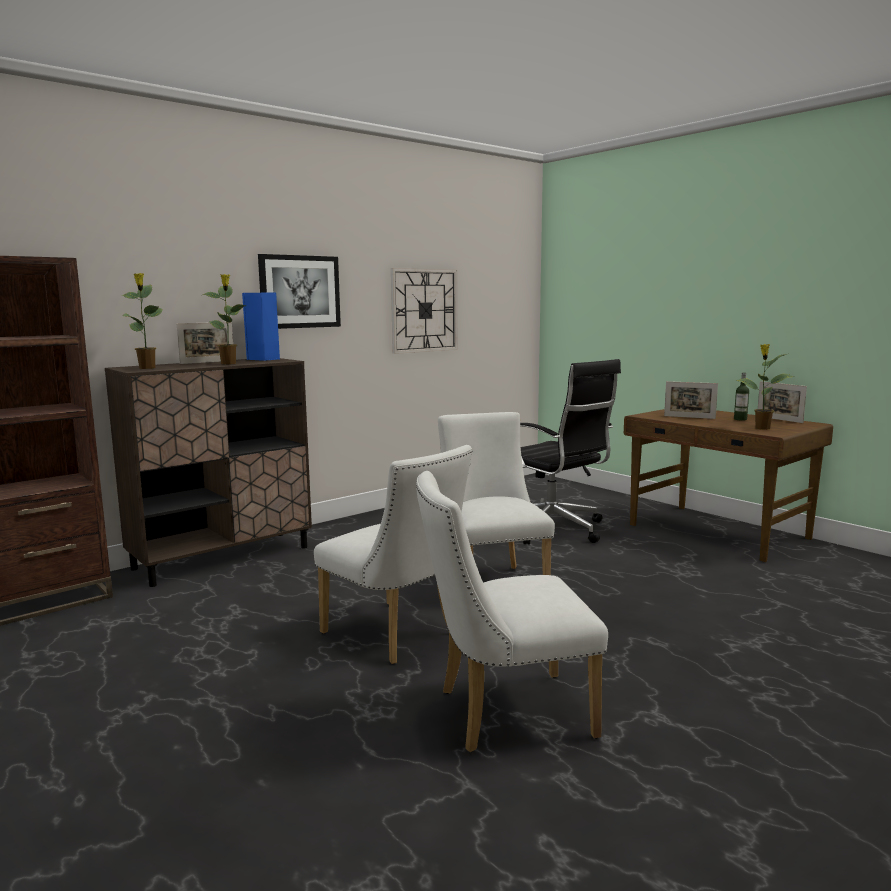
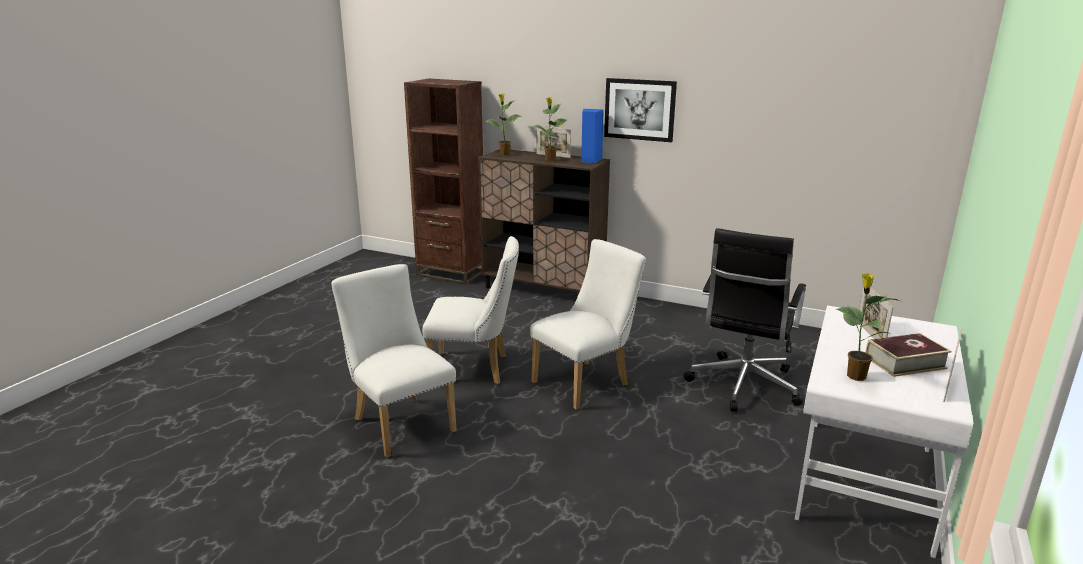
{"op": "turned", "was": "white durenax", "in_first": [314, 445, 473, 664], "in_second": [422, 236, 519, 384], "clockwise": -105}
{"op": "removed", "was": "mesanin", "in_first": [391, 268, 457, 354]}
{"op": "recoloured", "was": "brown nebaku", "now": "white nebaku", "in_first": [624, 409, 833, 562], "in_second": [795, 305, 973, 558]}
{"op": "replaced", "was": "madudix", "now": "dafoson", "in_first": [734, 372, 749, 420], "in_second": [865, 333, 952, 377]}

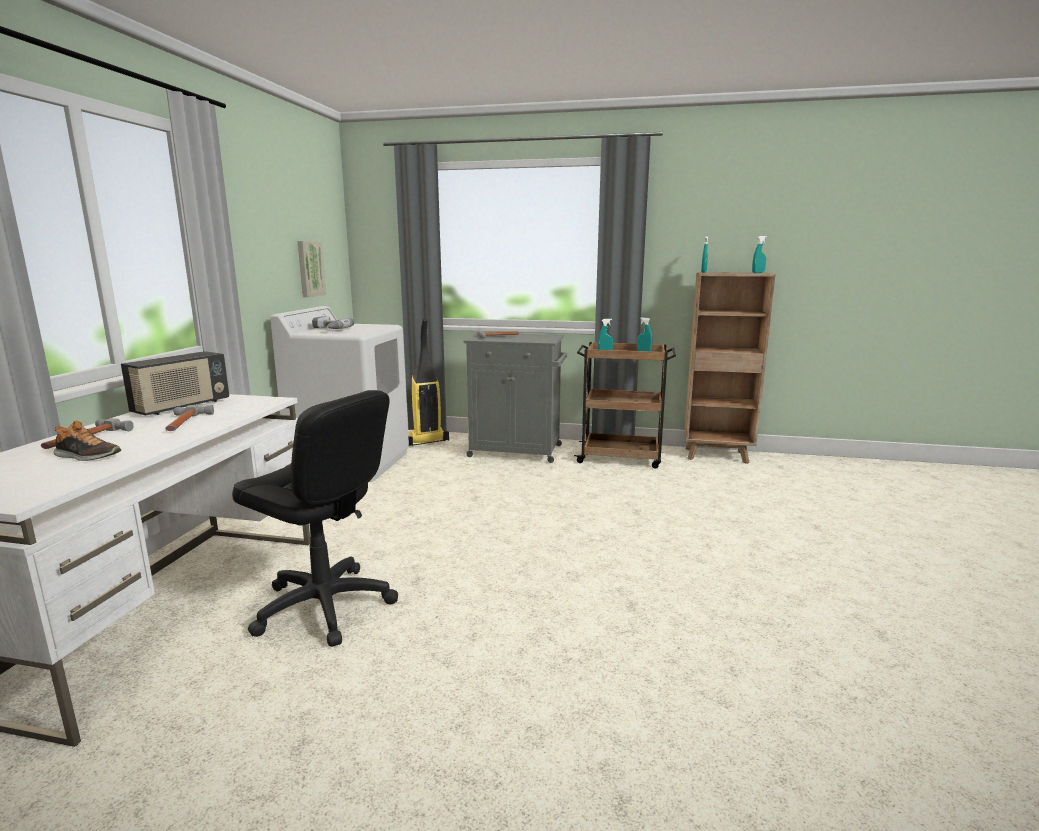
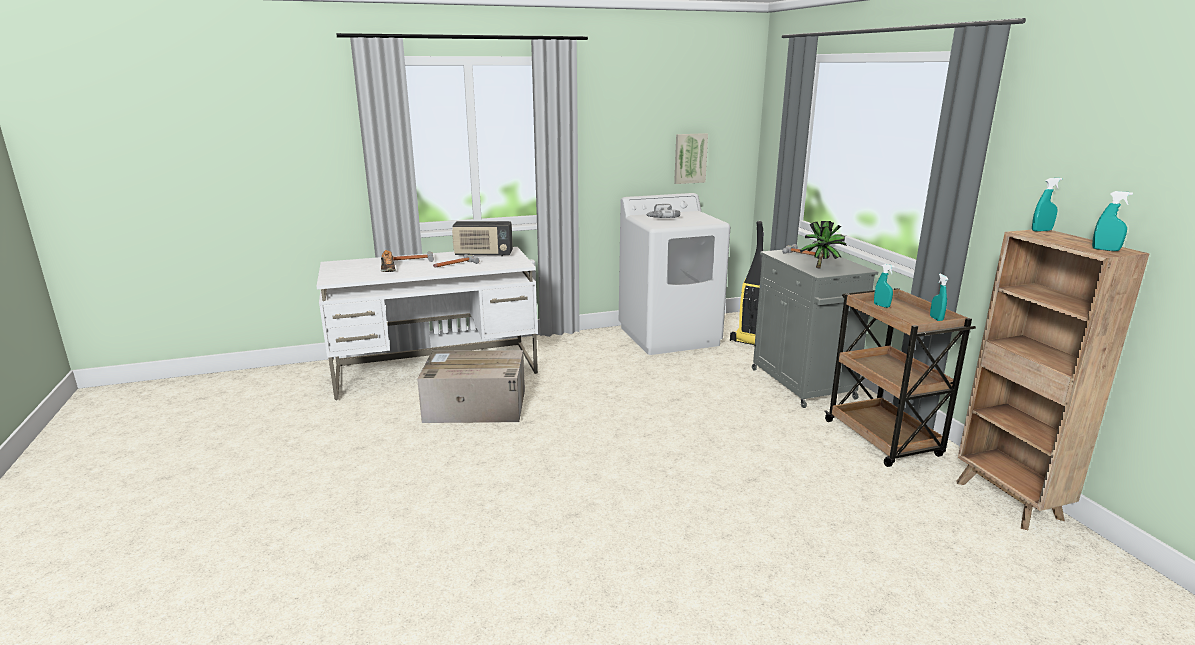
{"op": "replaced", "was": "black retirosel", "now": "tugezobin", "in_first": [232, 390, 398, 647], "in_second": [417, 350, 525, 423]}
{"op": "added", "now": "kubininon", "in_second": [800, 221, 847, 269]}

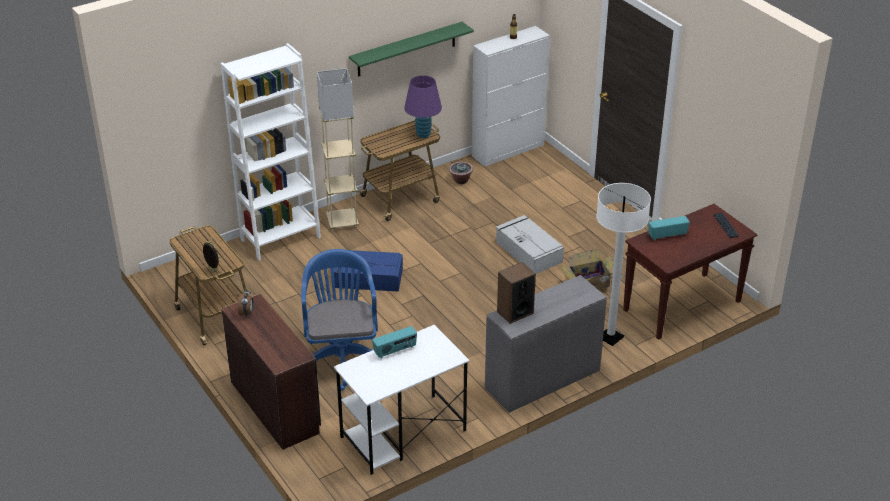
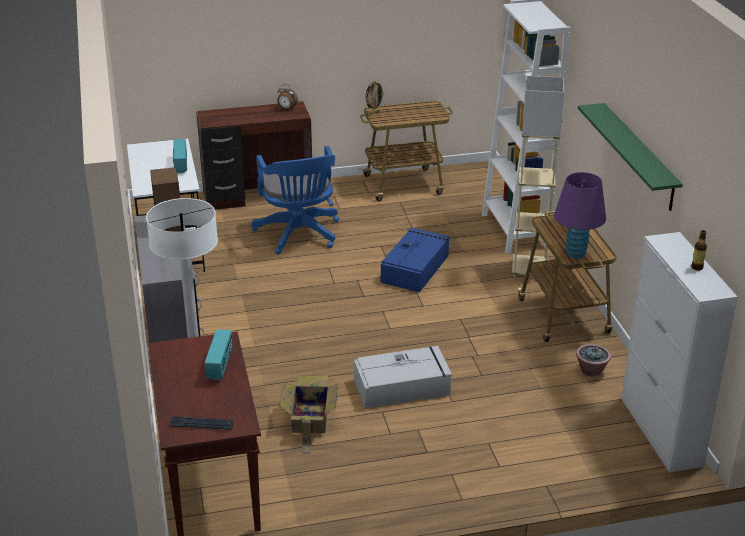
{"op": "turned", "was": "blue retirosel", "in_first": [301, 249, 378, 391], "in_second": [252, 146, 339, 254], "clockwise": 60}

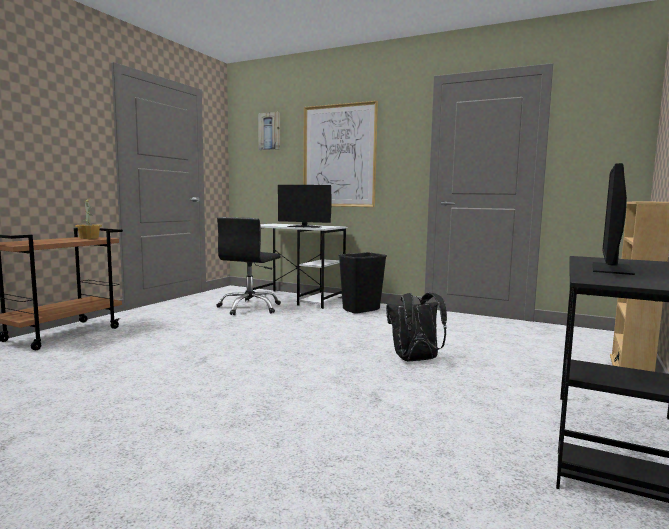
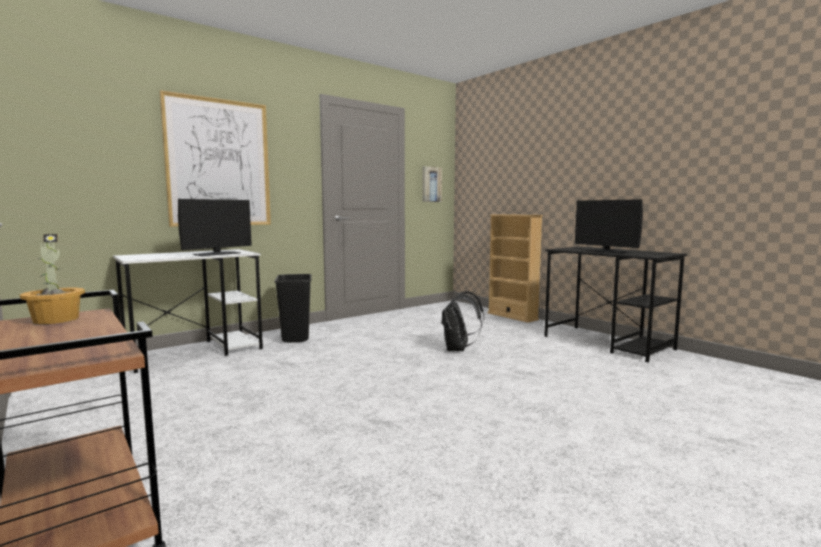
{"op": "removed", "was": "black retirosel", "in_first": [217, 217, 281, 315]}
{"op": "moved", "was": "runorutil", "in_first": [258, 112, 280, 150], "in_second": [422, 166, 442, 202]}

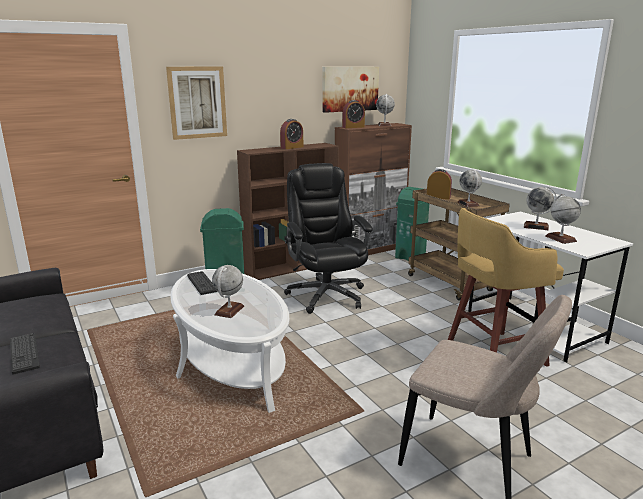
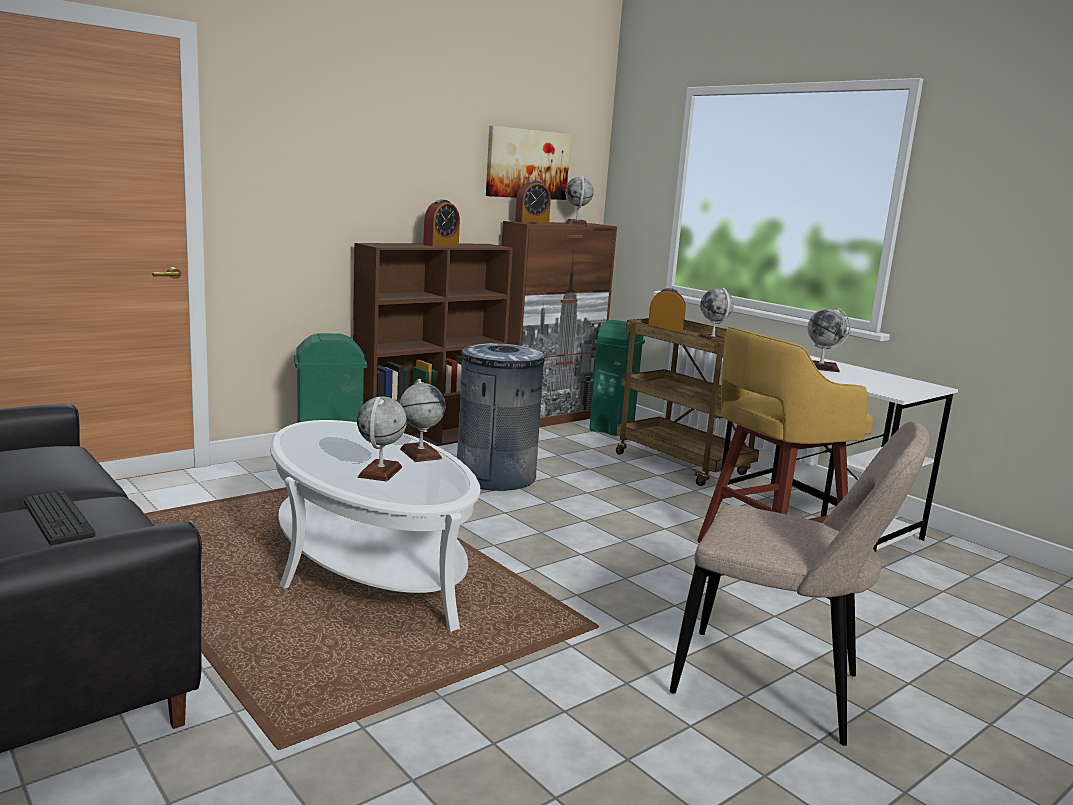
{"op": "removed", "was": "runorutil", "in_first": [166, 66, 227, 140]}
{"op": "removed", "was": "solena", "in_first": [187, 271, 217, 295]}
{"op": "replaced", "was": "black retirosel", "now": "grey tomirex", "in_first": [284, 163, 373, 314], "in_second": [457, 343, 545, 491]}
{"op": "moved", "was": "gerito", "in_first": [545, 194, 581, 244], "in_second": [400, 379, 445, 462]}

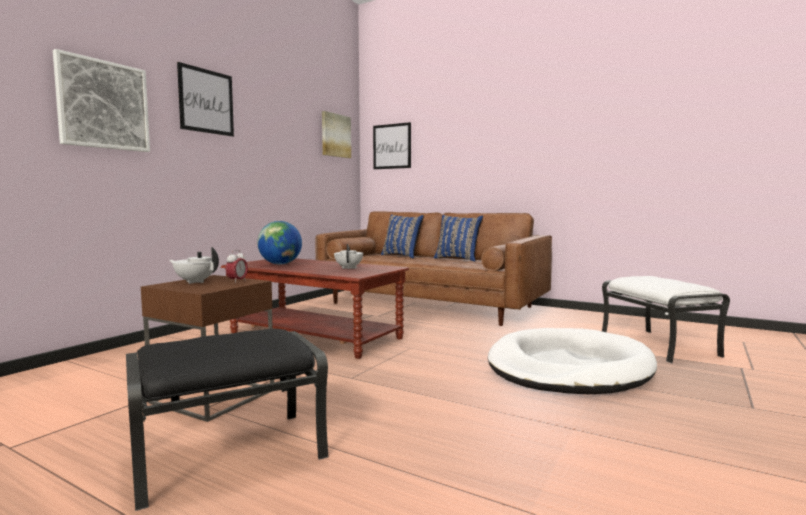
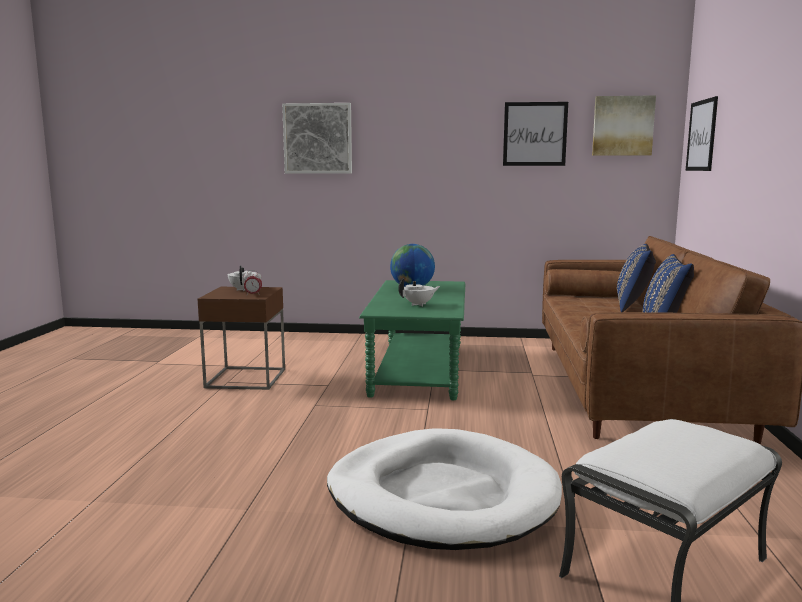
{"op": "removed", "was": "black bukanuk", "in_first": [126, 329, 329, 511]}
{"op": "moved", "was": "runorutil", "in_first": [177, 62, 234, 136], "in_second": [503, 102, 568, 166]}
{"op": "recoloured", "was": "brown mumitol", "now": "green mumitol", "in_first": [221, 258, 409, 359], "in_second": [359, 280, 465, 400]}

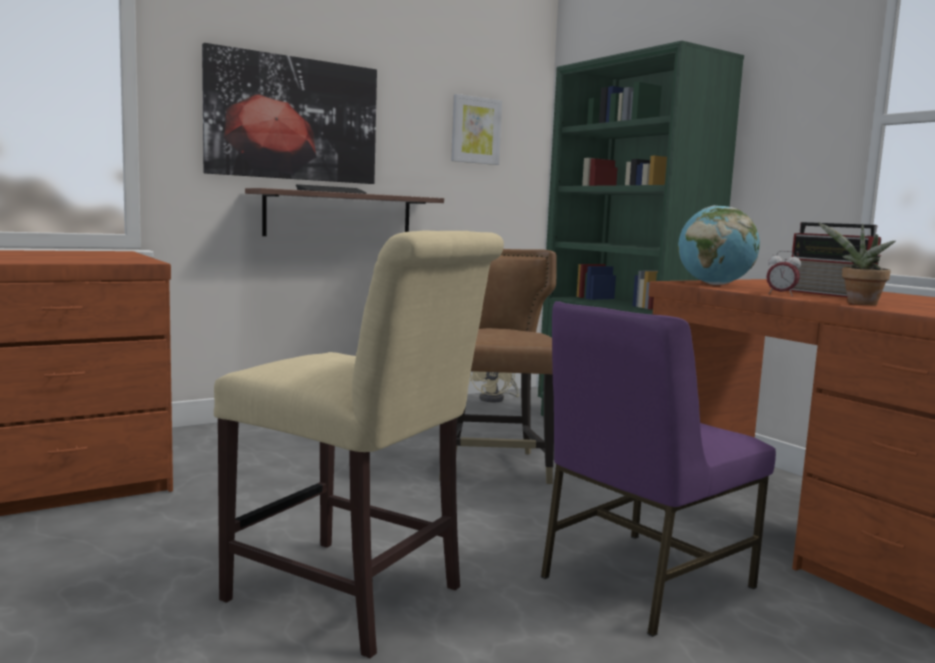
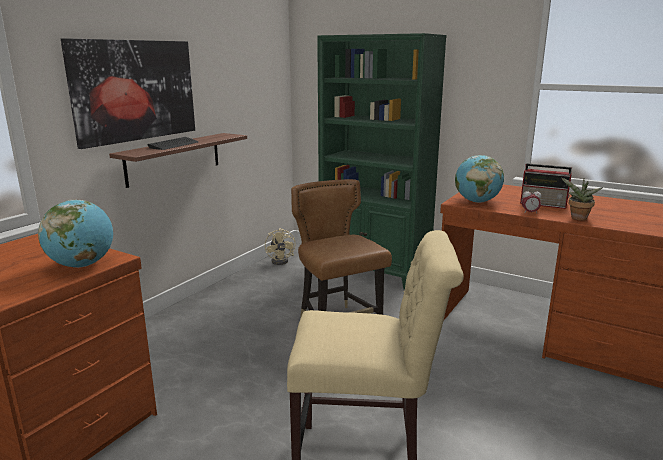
{"op": "removed", "was": "runorutil", "in_first": [451, 94, 502, 165]}
{"op": "removed", "was": "purple durenax", "in_first": [541, 301, 776, 637]}
{"op": "added", "now": "gerito", "in_second": [38, 200, 113, 268]}

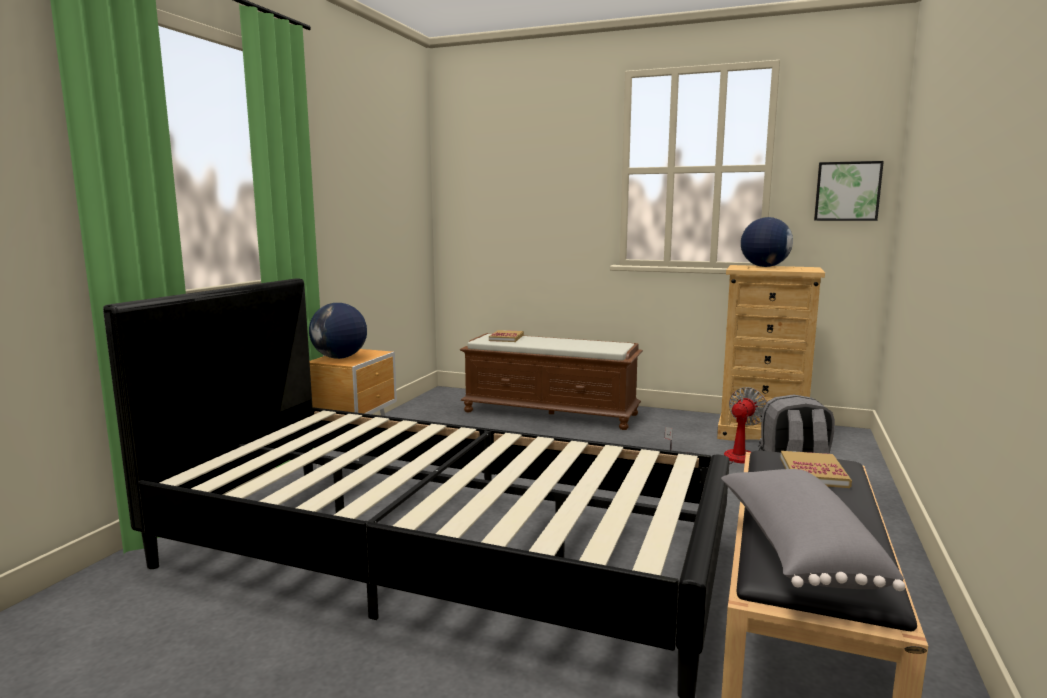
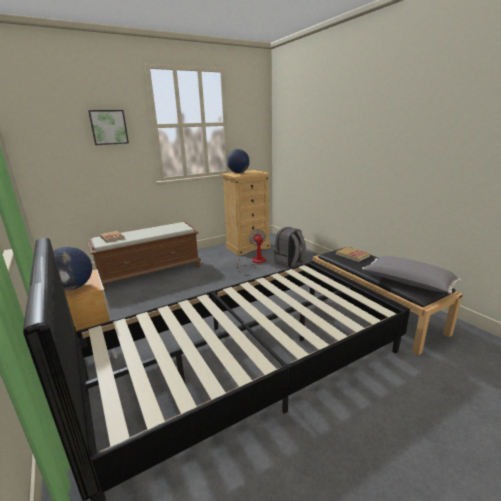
{"op": "moved", "was": "runorutil", "in_first": [814, 161, 884, 221], "in_second": [88, 110, 129, 145]}

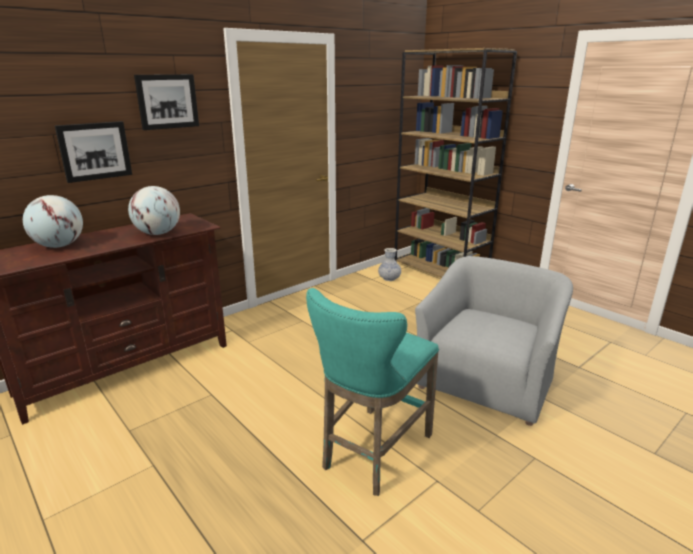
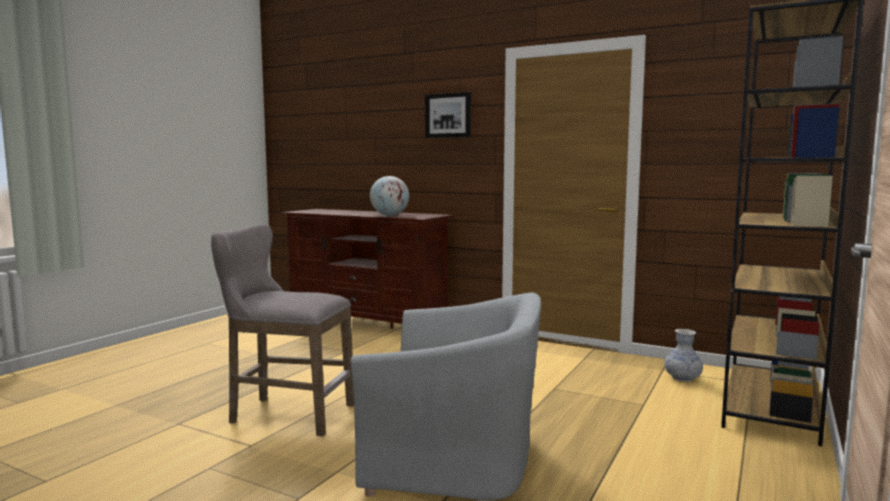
{"op": "removed", "was": "gerito", "in_first": [23, 195, 83, 248]}
{"op": "removed", "was": "runorutil", "in_first": [55, 121, 132, 183]}
{"op": "recoloured", "was": "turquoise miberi", "now": "grey miberi", "in_first": [306, 288, 439, 496], "in_second": [211, 224, 354, 436]}

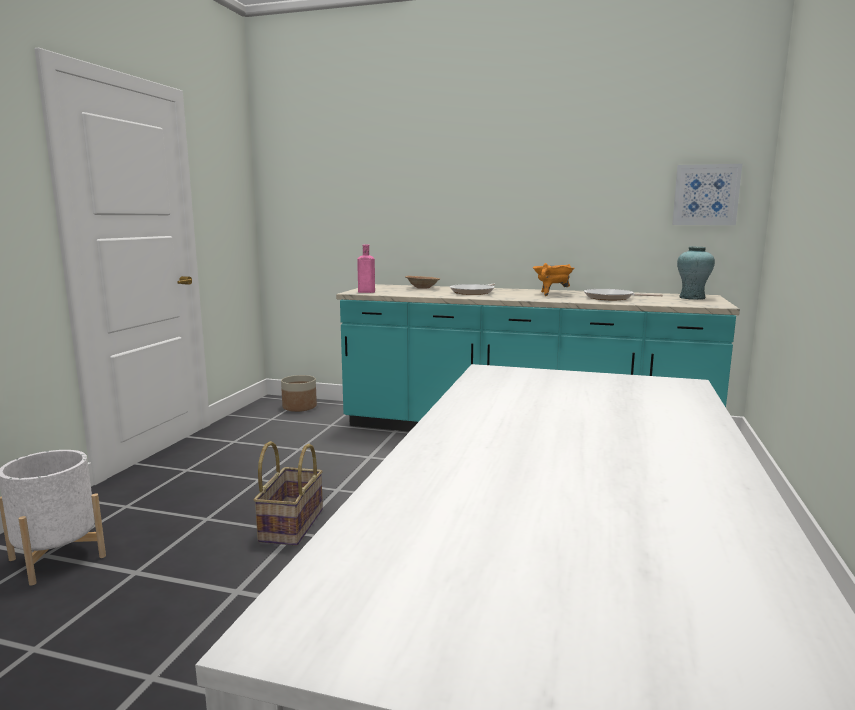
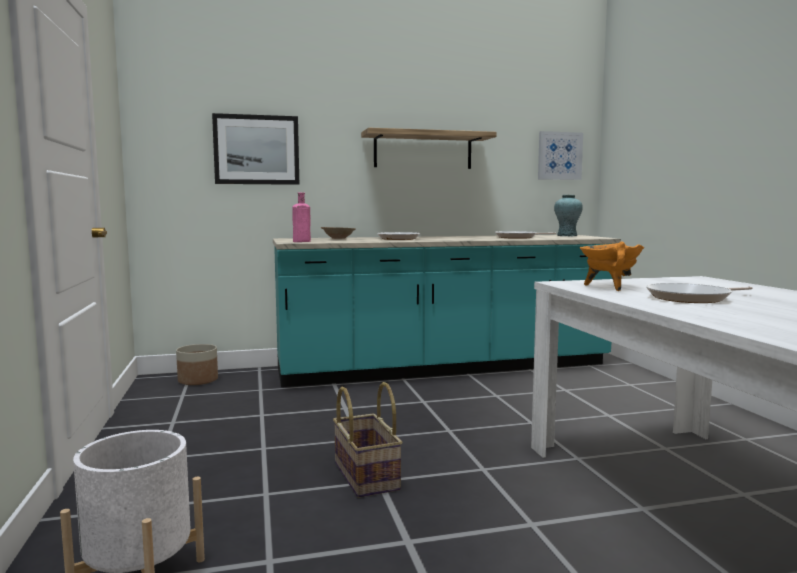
{"op": "moved", "was": "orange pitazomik", "in_first": [533, 263, 574, 296], "in_second": [580, 241, 644, 291]}
{"op": "added", "now": "runorutil", "in_second": [212, 113, 299, 185]}
{"op": "added", "now": "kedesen", "in_second": [361, 128, 497, 169]}
{"op": "added", "now": "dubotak", "in_second": [646, 283, 753, 303]}

